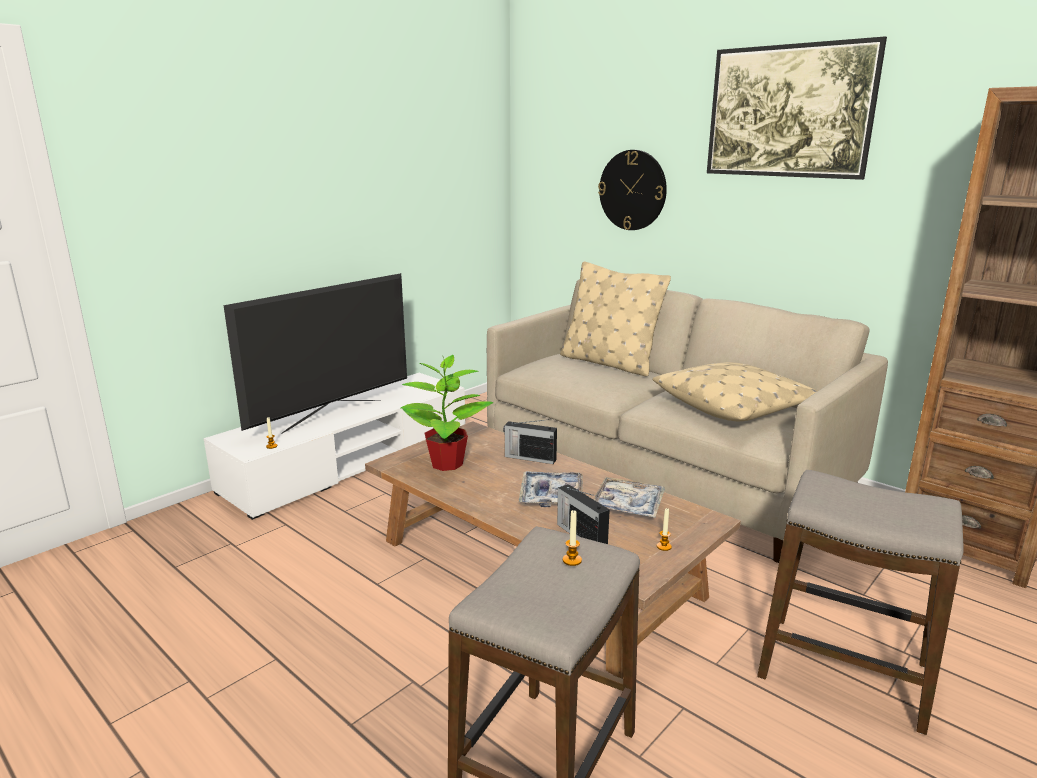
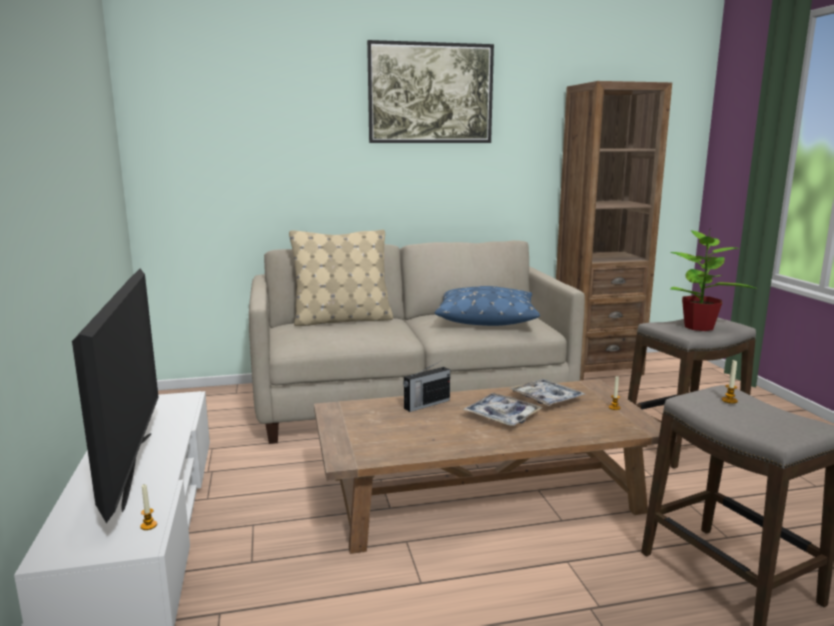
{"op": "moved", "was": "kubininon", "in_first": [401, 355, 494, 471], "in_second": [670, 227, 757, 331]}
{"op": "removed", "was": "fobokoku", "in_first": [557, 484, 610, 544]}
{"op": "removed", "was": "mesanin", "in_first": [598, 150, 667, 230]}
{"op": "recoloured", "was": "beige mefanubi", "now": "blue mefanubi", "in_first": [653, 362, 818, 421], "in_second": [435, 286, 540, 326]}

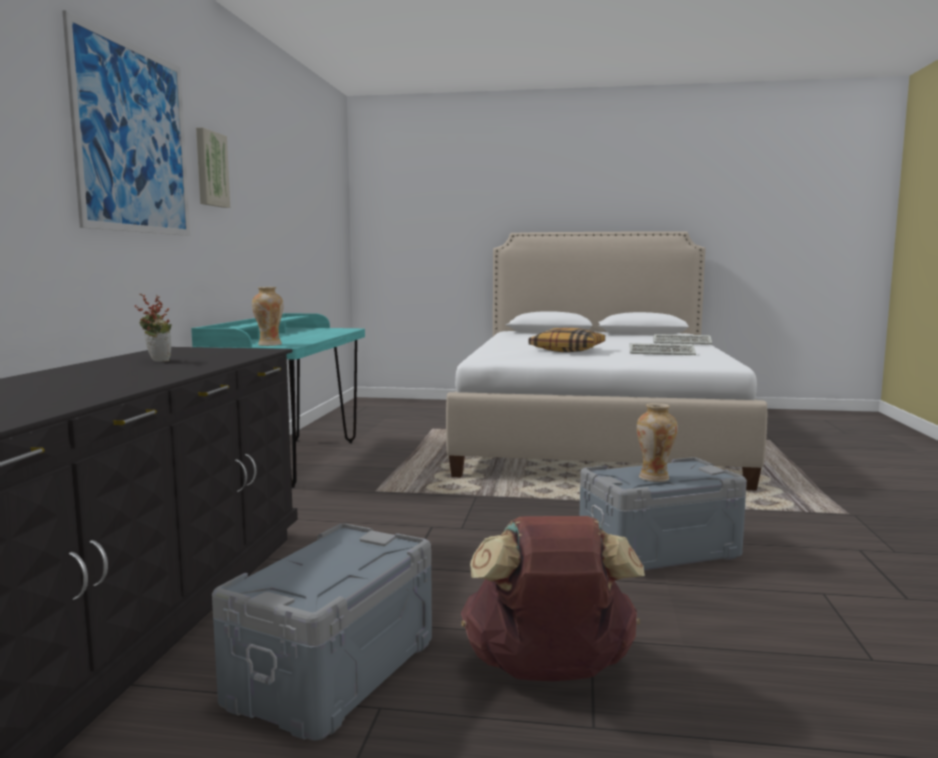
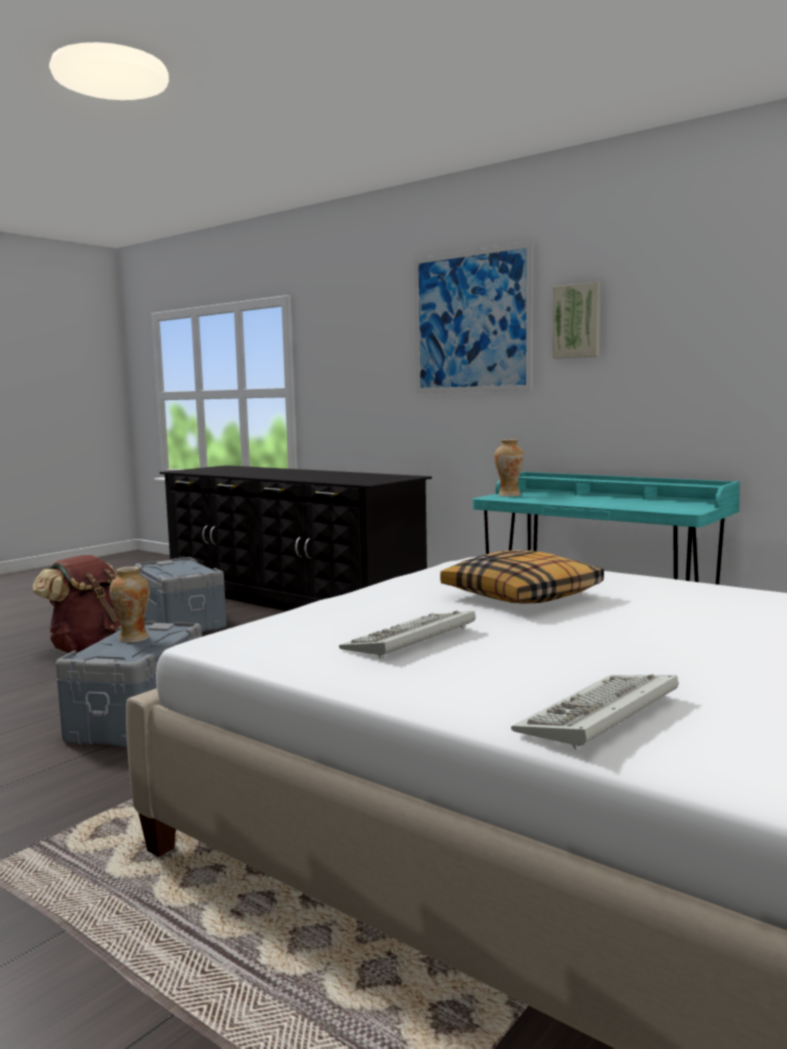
{"op": "removed", "was": "kubininon", "in_first": [134, 294, 172, 362]}

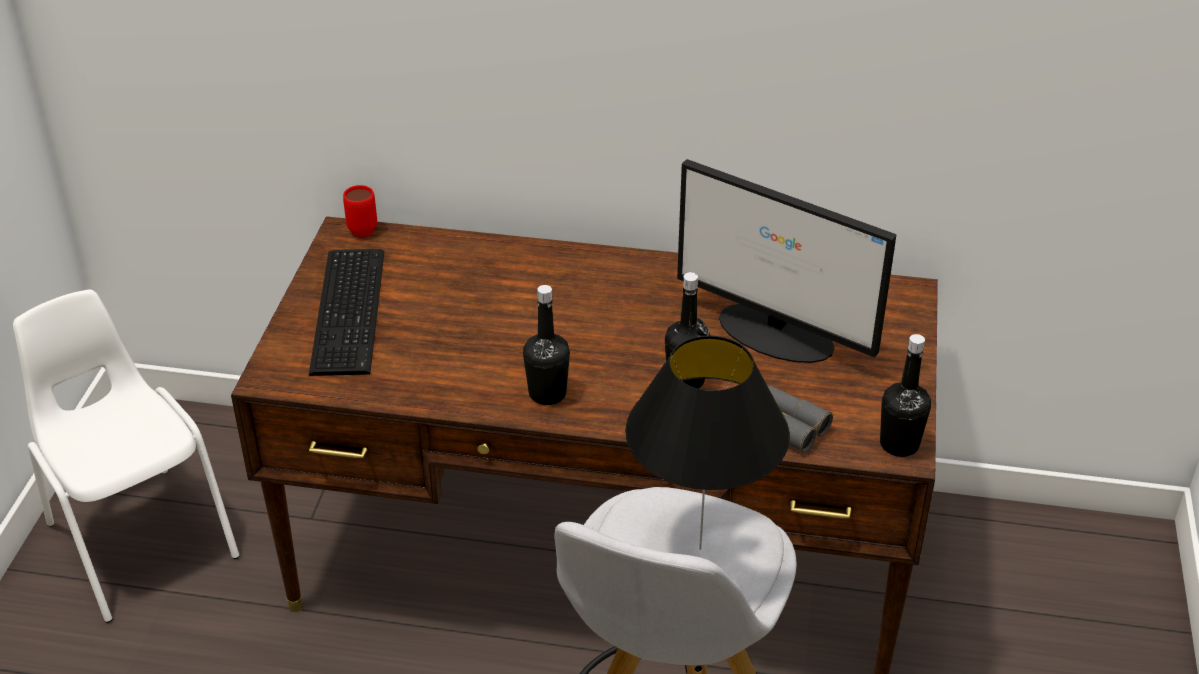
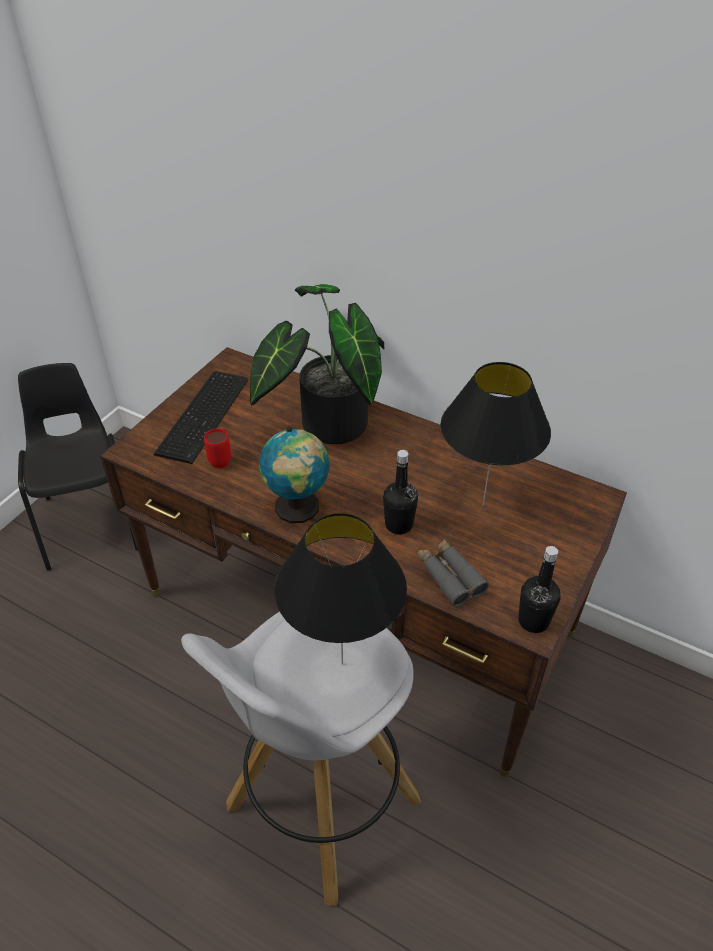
{"op": "recoloured", "was": "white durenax", "now": "black durenax", "in_first": [13, 289, 240, 623], "in_second": [18, 363, 138, 571]}
{"op": "moved", "was": "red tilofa", "in_first": [343, 185, 377, 238], "in_second": [204, 428, 231, 468]}
{"op": "replaced", "was": "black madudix", "now": "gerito", "in_first": [523, 285, 570, 405], "in_second": [259, 427, 329, 523]}
{"op": "replaced", "was": "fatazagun", "now": "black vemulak", "in_first": [677, 159, 896, 363], "in_second": [441, 362, 551, 506]}
{"op": "added", "now": "kubininon", "in_second": [250, 284, 384, 444]}

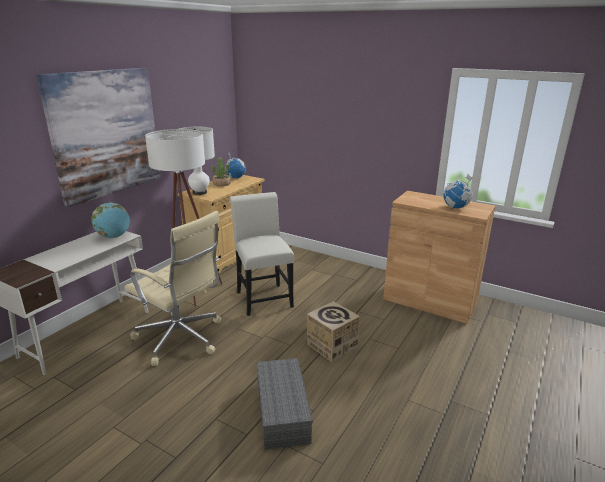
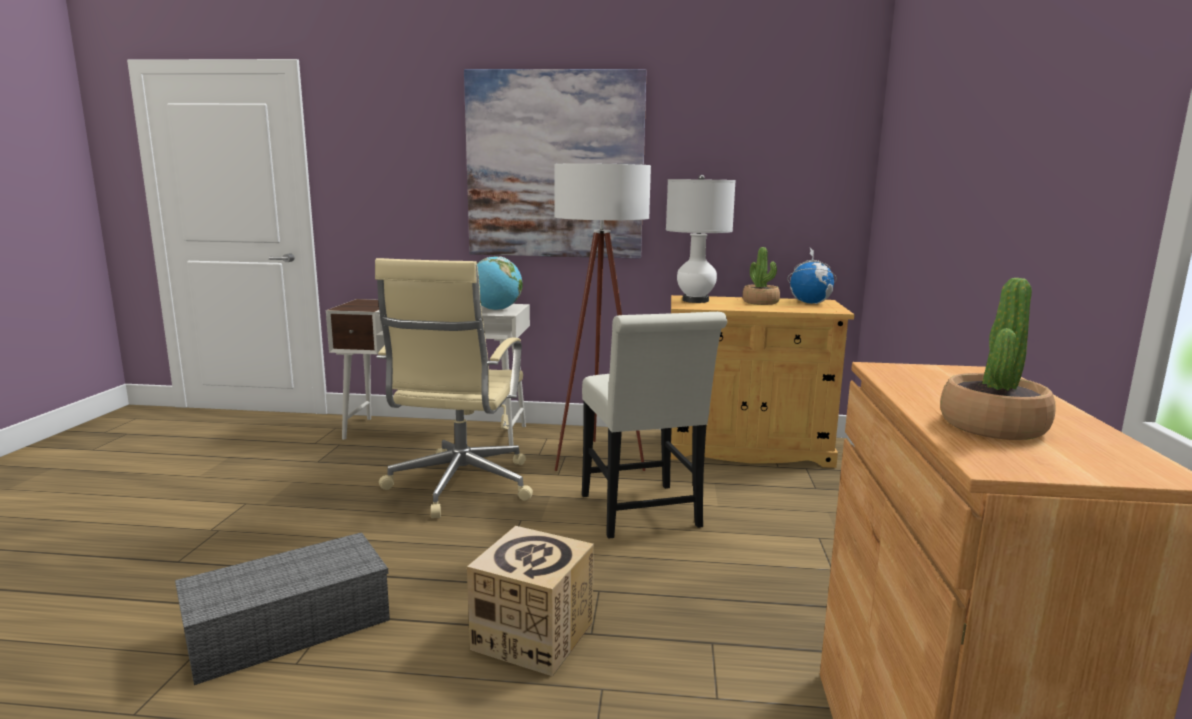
{"op": "turned", "was": "white durenax", "in_first": [229, 192, 294, 316], "in_second": [582, 312, 727, 539], "clockwise": 120}
{"op": "replaced", "was": "gerito", "now": "kubininon", "in_first": [443, 174, 473, 208], "in_second": [940, 278, 1056, 440]}

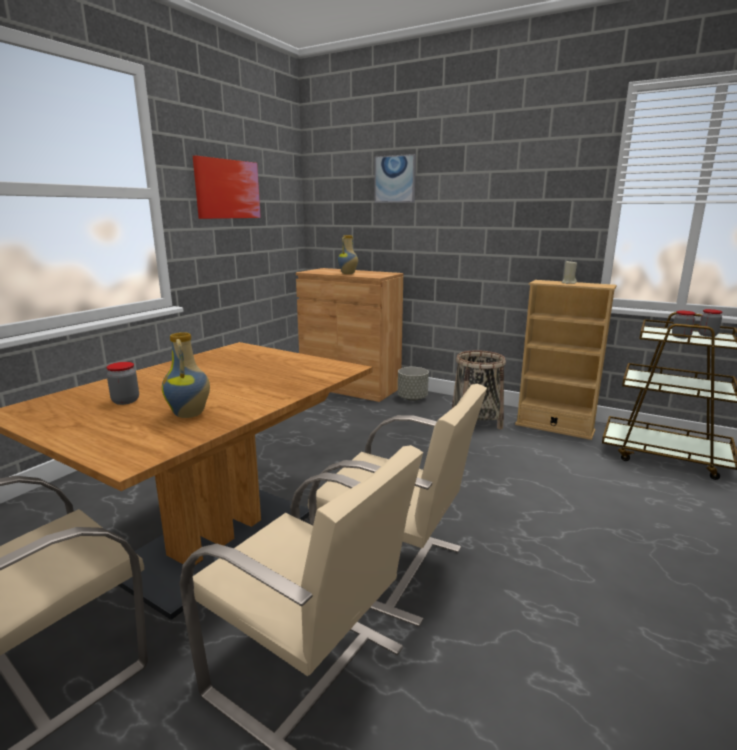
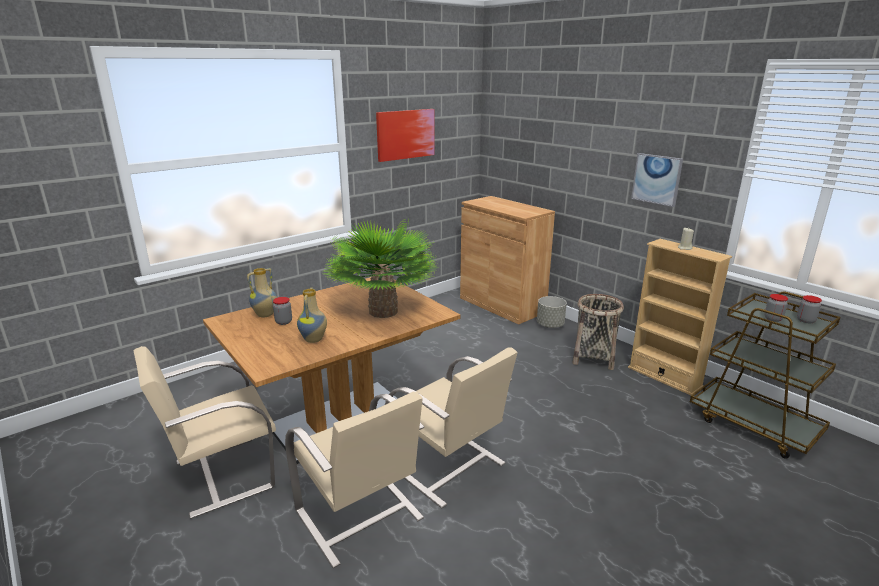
{"op": "moved", "was": "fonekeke", "in_first": [338, 235, 358, 274], "in_second": [247, 268, 277, 317]}
{"op": "moved", "was": "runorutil", "in_first": [374, 154, 416, 203], "in_second": [631, 153, 683, 207]}
{"op": "added", "now": "kubininon", "in_second": [323, 220, 440, 318]}

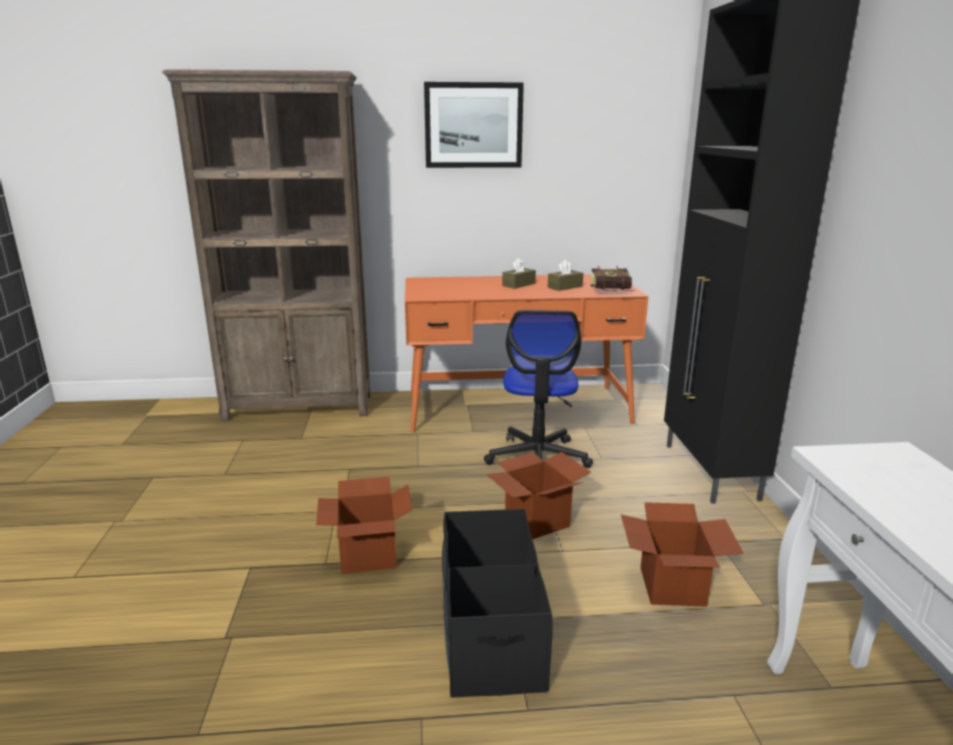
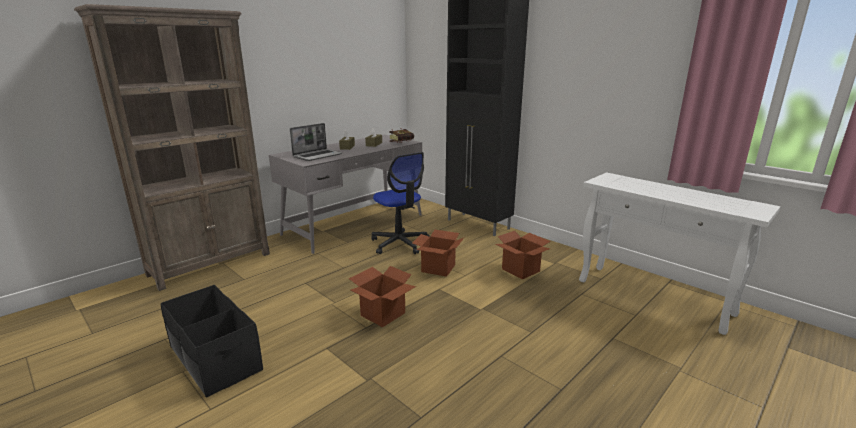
{"op": "recoloured", "was": "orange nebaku", "now": "grey nebaku", "in_first": [405, 274, 648, 432], "in_second": [269, 135, 422, 254]}
{"op": "removed", "was": "runorutil", "in_first": [424, 82, 524, 168]}
{"op": "moved", "was": "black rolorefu", "in_first": [442, 509, 553, 698], "in_second": [161, 285, 263, 398]}
{"op": "added", "now": "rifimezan", "in_second": [290, 123, 342, 161]}

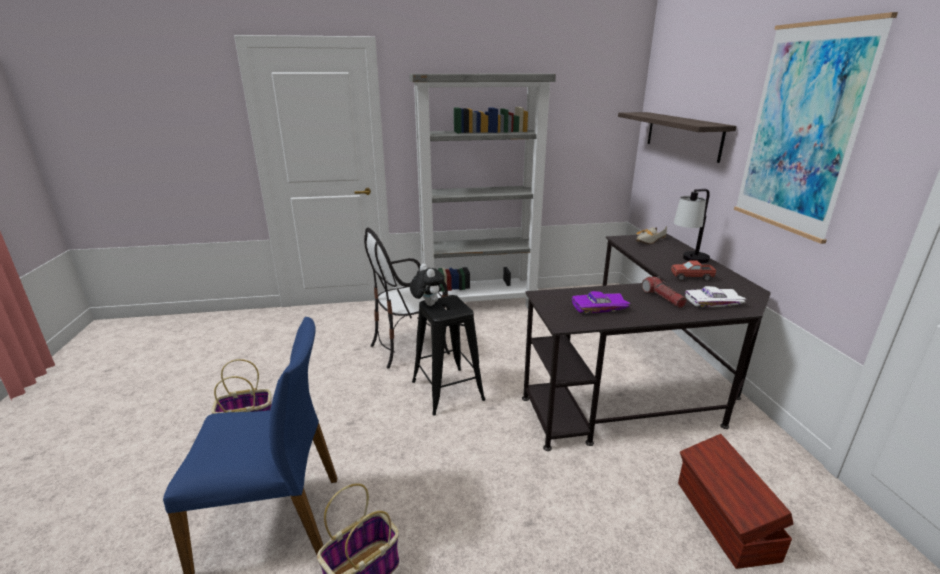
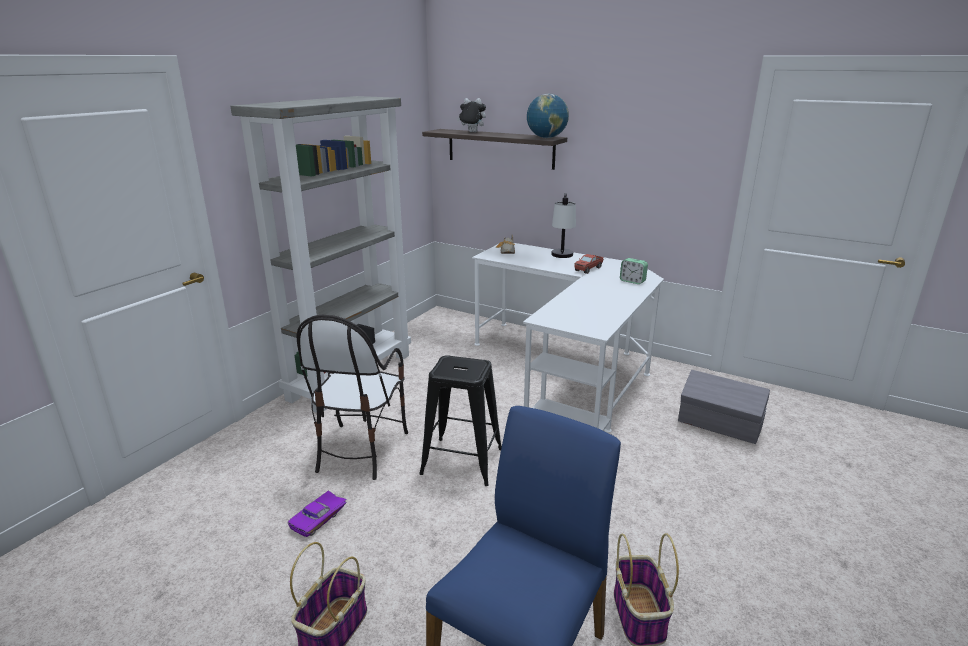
{"op": "moved", "was": "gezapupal", "in_first": [410, 264, 444, 306], "in_second": [457, 98, 486, 132]}
{"op": "recoloured", "was": "black nebaku", "now": "white nebaku", "in_first": [522, 234, 771, 451], "in_second": [472, 243, 664, 433]}
{"op": "moved", "was": "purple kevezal", "in_first": [572, 291, 631, 315], "in_second": [288, 491, 347, 537]}
{"op": "removed", "was": "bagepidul", "in_first": [642, 276, 687, 308]}
{"op": "recoloured", "was": "brown rolorefu", "now": "grey rolorefu", "in_first": [678, 434, 794, 569], "in_second": [678, 370, 770, 444]}
{"op": "replaced", "was": "white kevezal", "now": "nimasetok", "in_first": [685, 286, 746, 309], "in_second": [620, 258, 648, 284]}
{"op": "removed", "was": "runorutil", "in_first": [734, 12, 898, 244]}
{"op": "added", "now": "gerito", "in_second": [527, 94, 569, 138]}

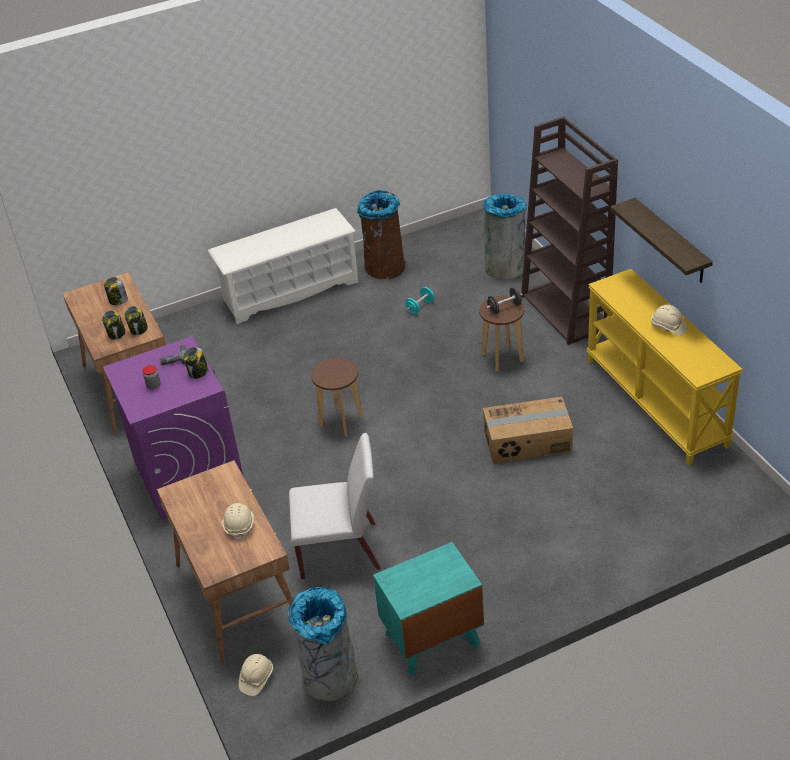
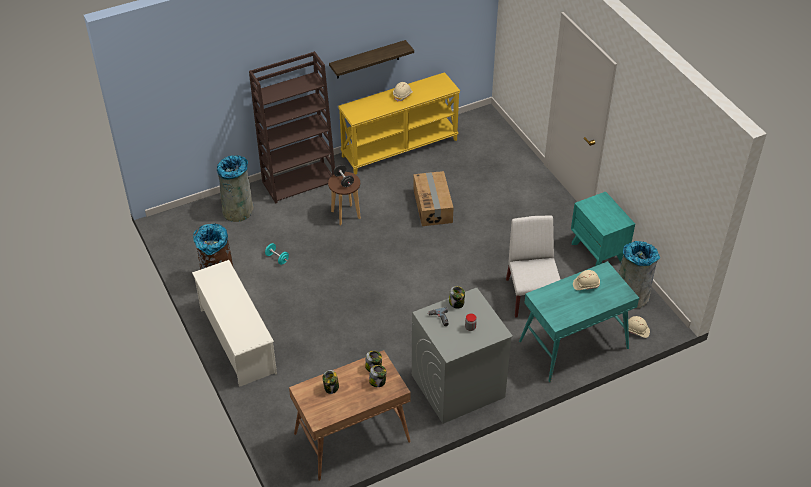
{"op": "recoloured", "was": "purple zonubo", "now": "grey zonubo", "in_first": [103, 336, 244, 520], "in_second": [412, 287, 513, 424]}
{"op": "recoloured", "was": "brown nebaku", "now": "turquoise nebaku", "in_first": [157, 460, 293, 664], "in_second": [519, 261, 639, 382]}
{"op": "removed", "was": "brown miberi", "in_first": [311, 358, 363, 436]}

